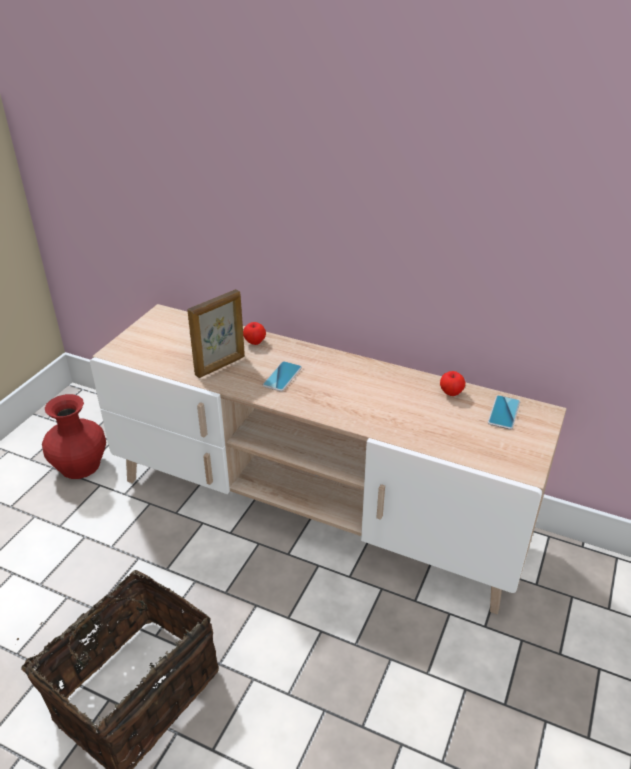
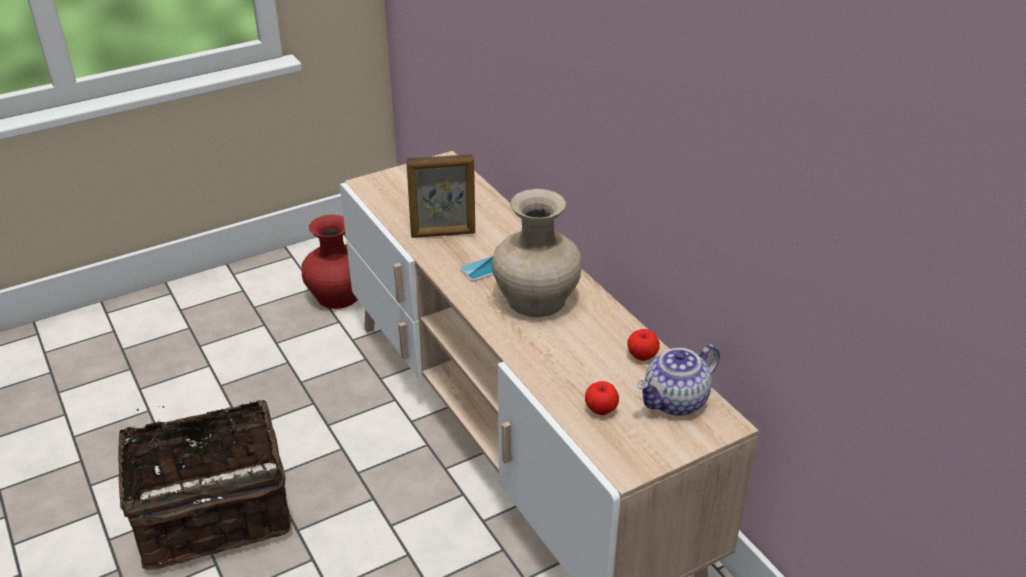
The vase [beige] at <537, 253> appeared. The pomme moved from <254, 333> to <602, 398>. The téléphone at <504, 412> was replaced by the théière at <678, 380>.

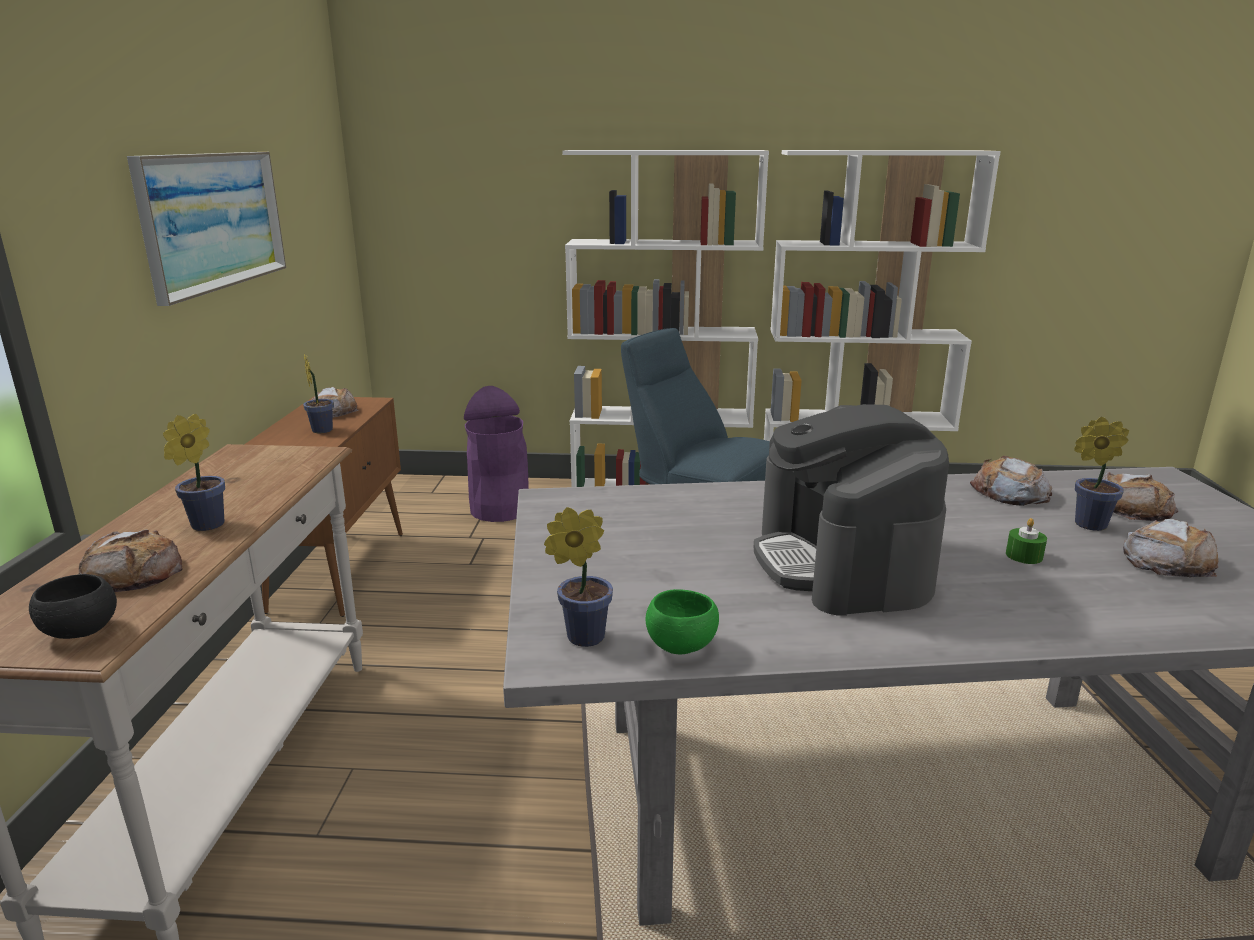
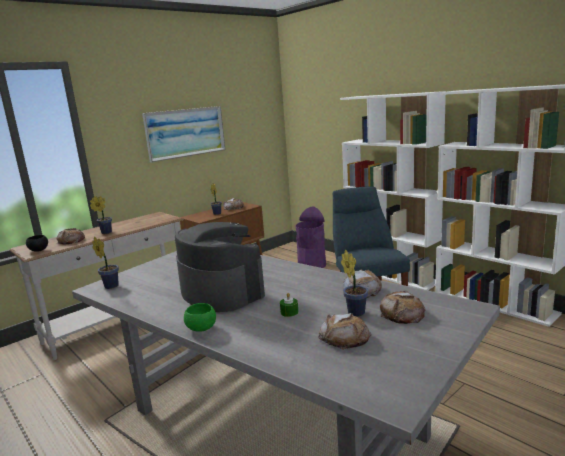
The machine à café at <851, 510> turned 105 degrees clockwise. The bol [vert] moved from <682, 621> to <200, 317>.

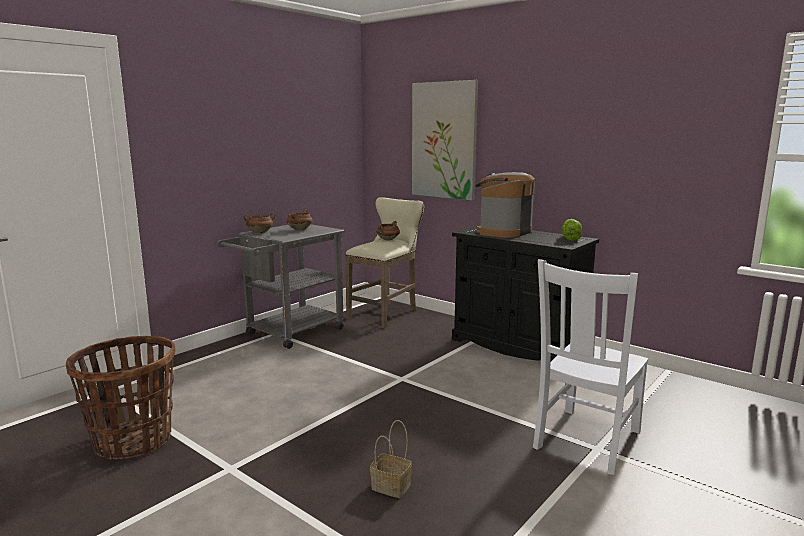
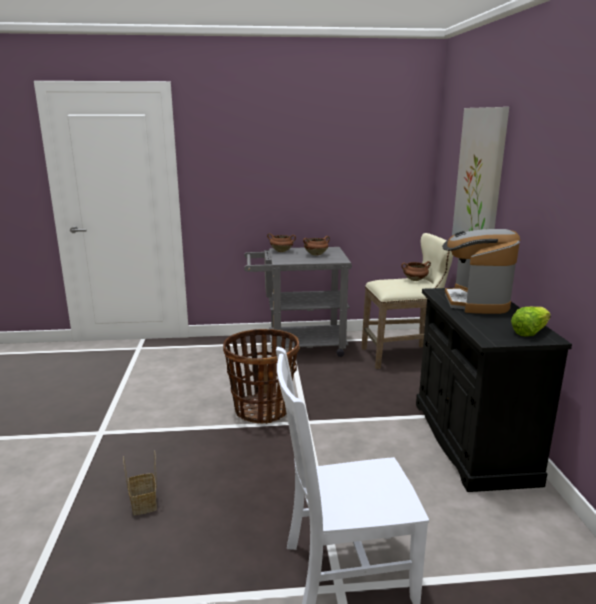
The panier moved from <120, 397> to <261, 376>. The machine à café at <505, 205> turned 75 degrees counterclockwise.

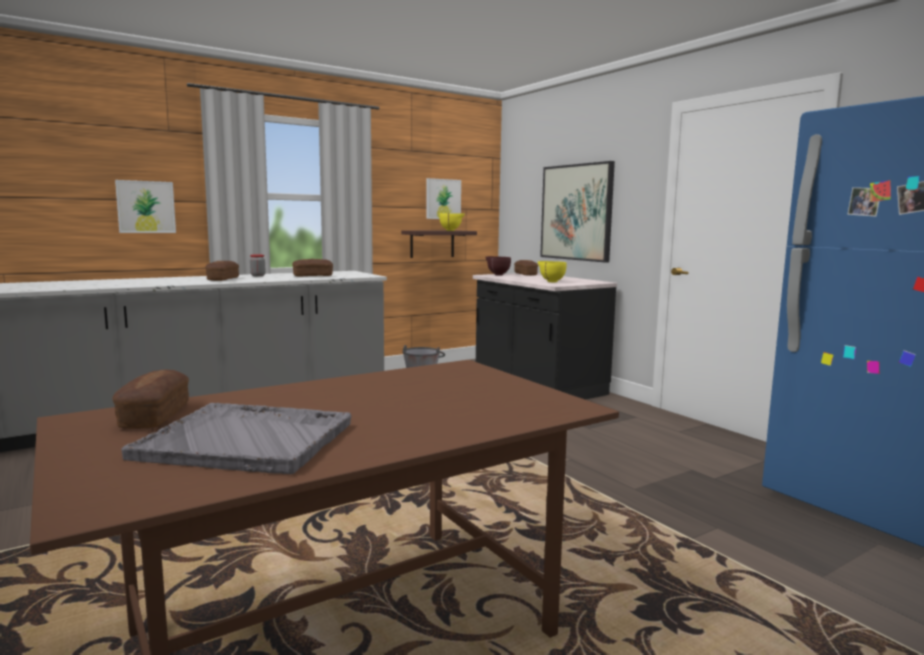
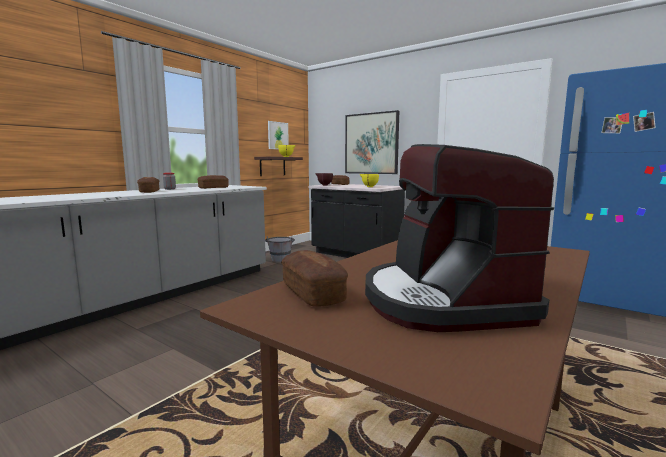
The plateau [gris] at <236, 439> was replaced by the machine à café at <459, 238>. The tableau at <145, 206> disappeared.

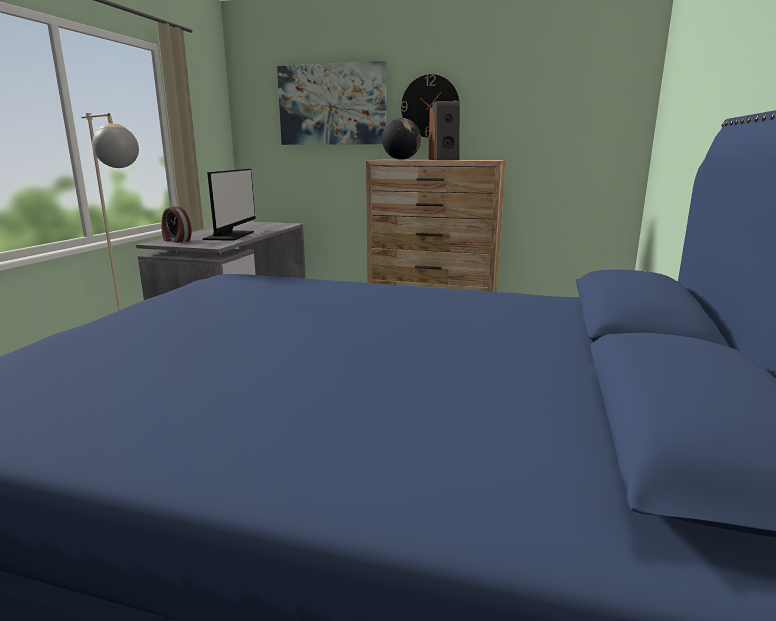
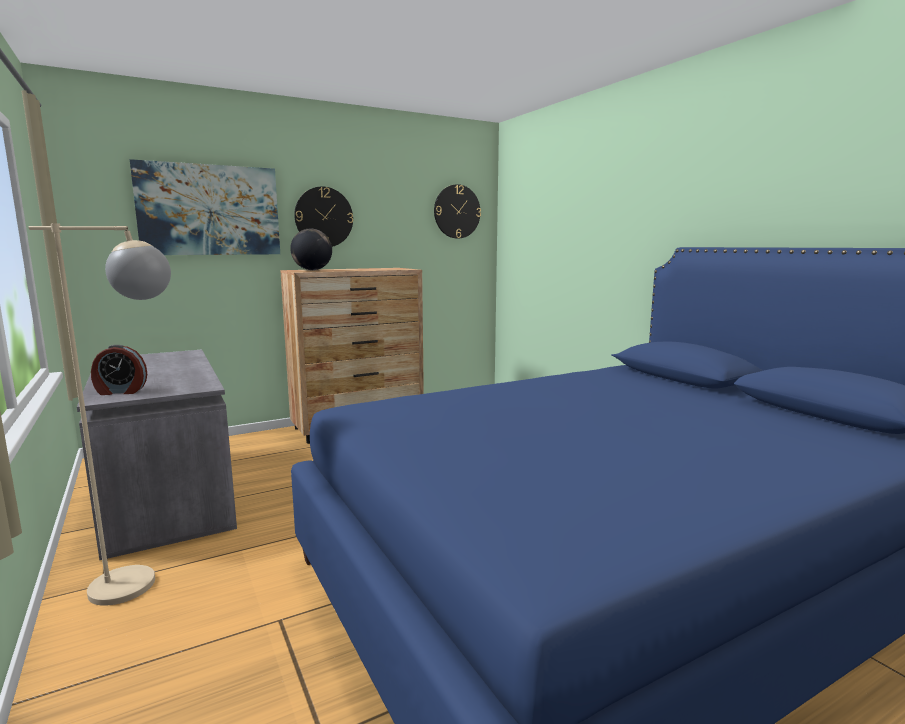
The horloge murale at <457, 211> appeared. The écran d'ordinateur at <229, 205> disappeared. The enceinte at <444, 130> disappeared.

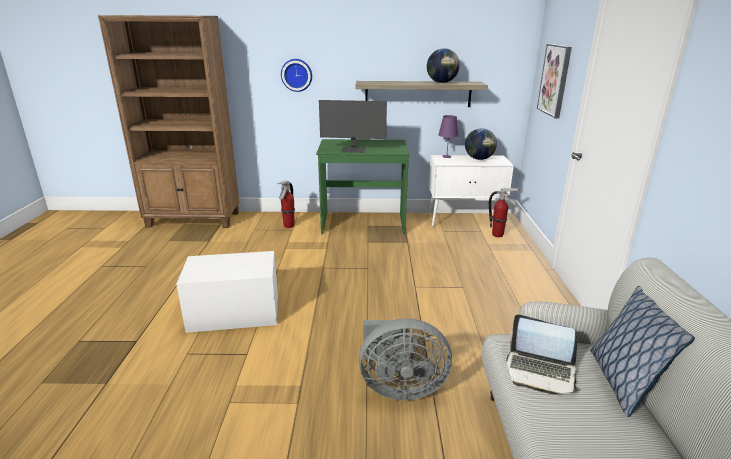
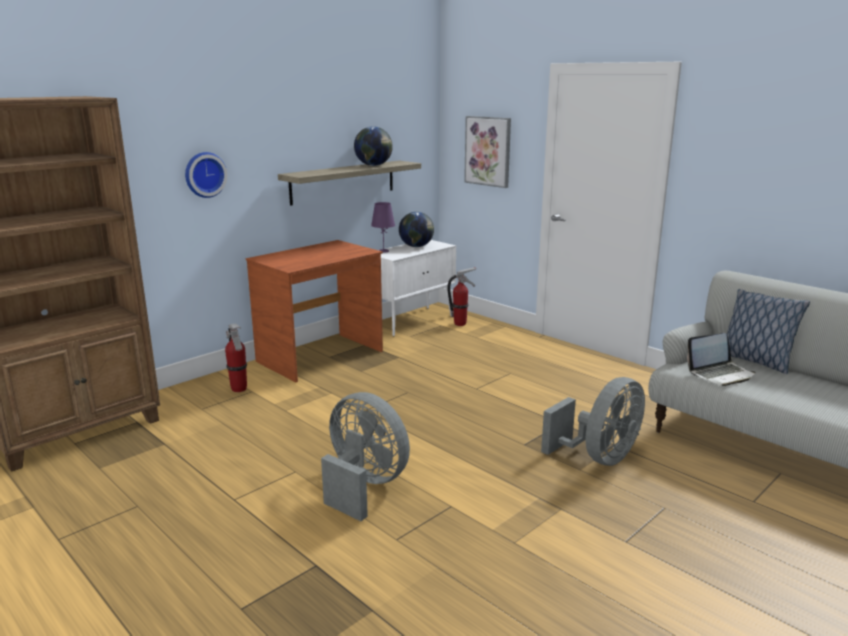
The bureau [vert] at <362, 187> became the bureau [marron] at <314, 311>. The boîte de rangement [blanc] at <227, 292> was replaced by the ventilateur [gris] at <365, 456>. The écran d'ordinateur at <353, 126> disappeared.

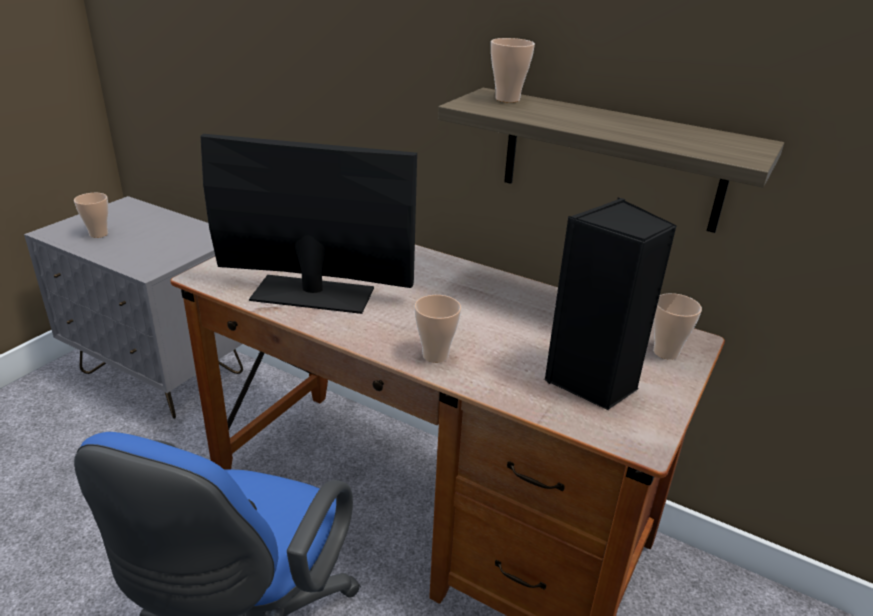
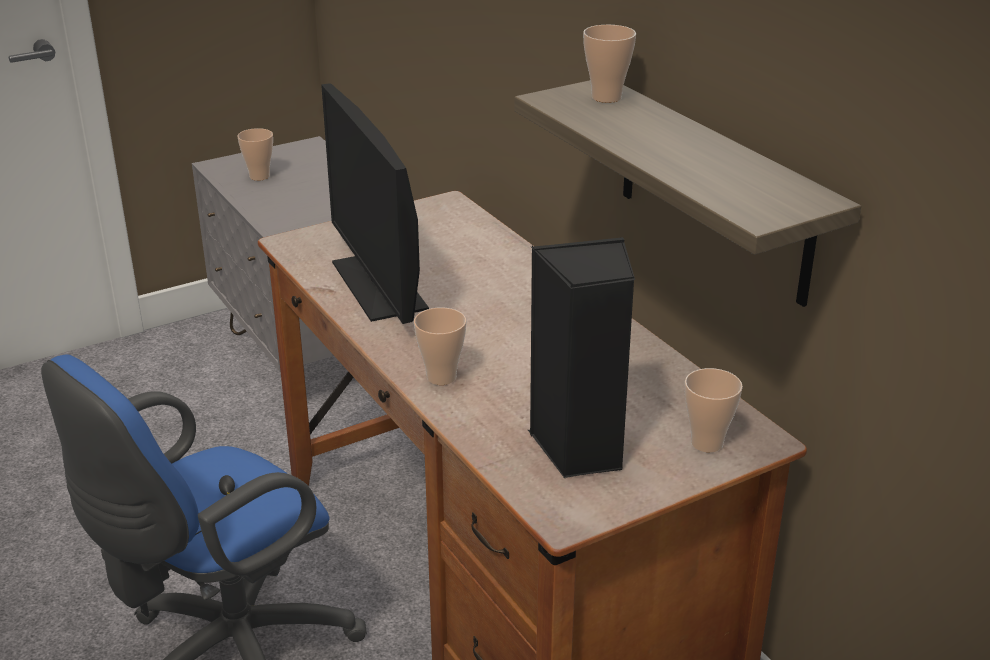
The écran d'ordinateur at <309, 224> turned 150 degrees counterclockwise.

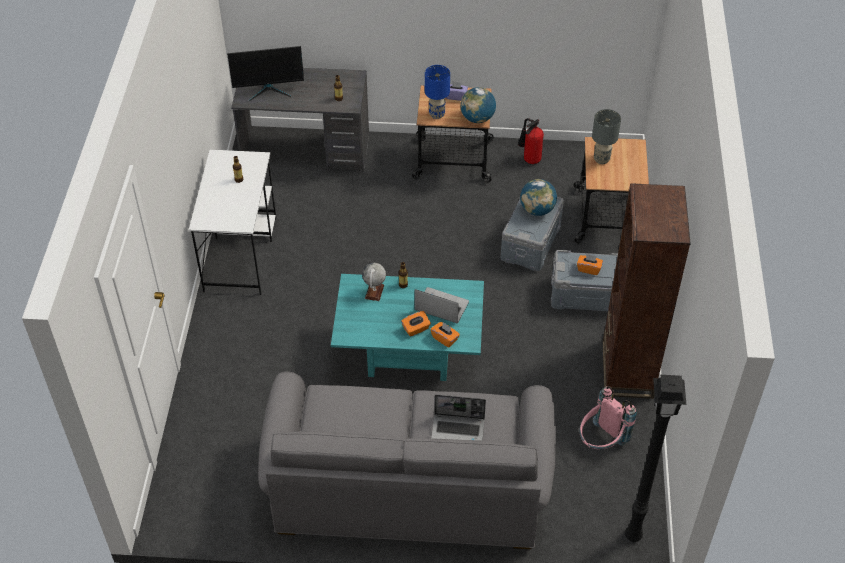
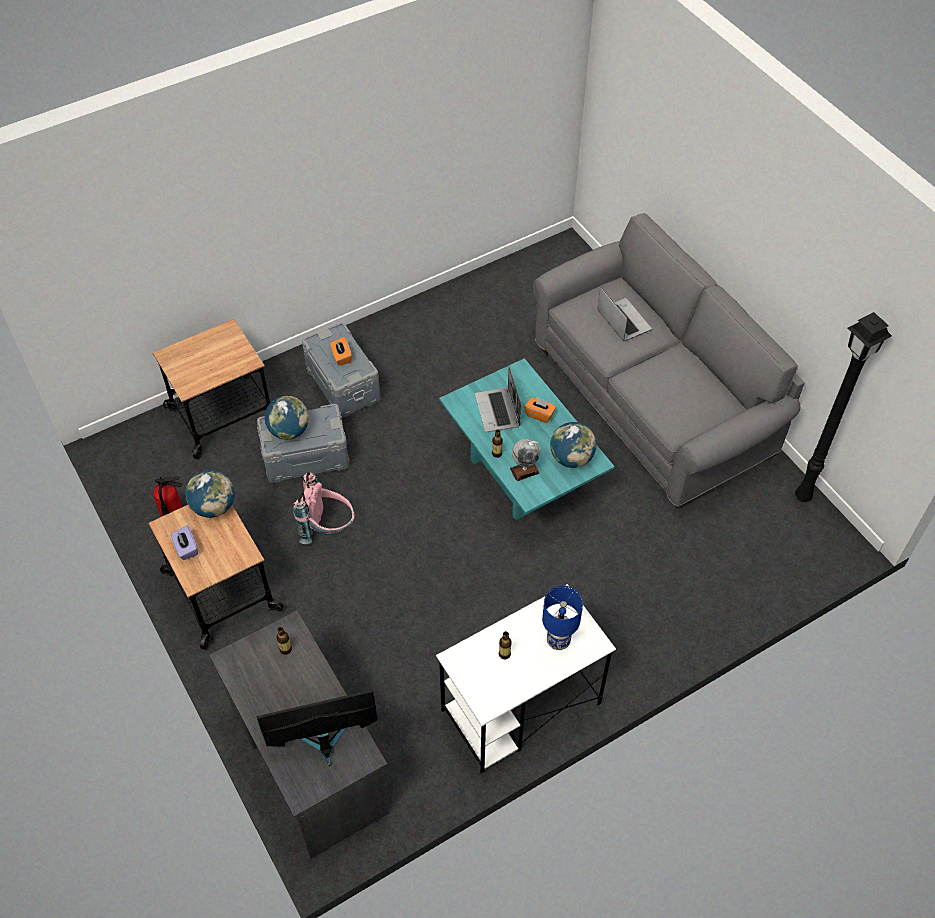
The écran d'ordinateur at <265, 73> turned 60 degrees counterclockwise. The sac à dos [rose] moved from <608, 418> to <324, 508>. The lampe de table [bleu] moved from <437, 92> to <562, 617>. The globe at <573, 445> appeared. The lampadaire [noir] moved from <655, 458> to <843, 407>. The boîte à mouchoirs [orange] at <445, 335> disappeared. The lampe de table [gris] at <606, 136> disappeared. The bibliothèque [marron] at <647, 291> disappeared.

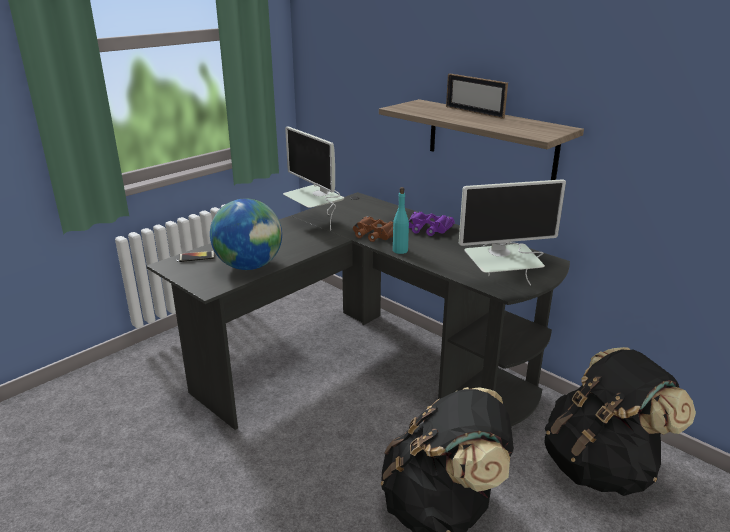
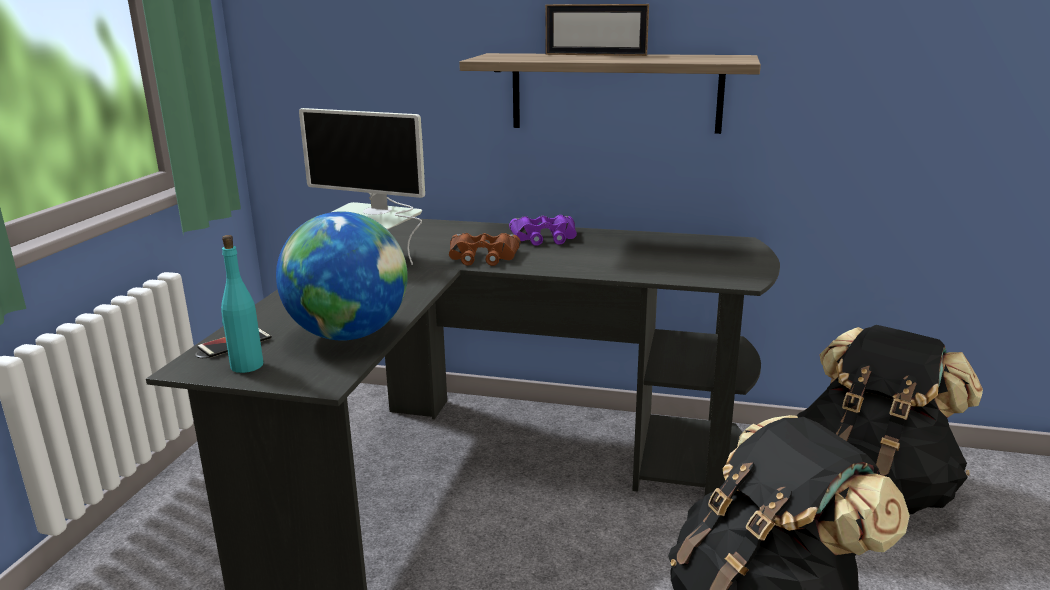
The bouteille [turquoise] moved from <401, 220> to <242, 304>. The écran d'ordinateur at <512, 232> disappeared.

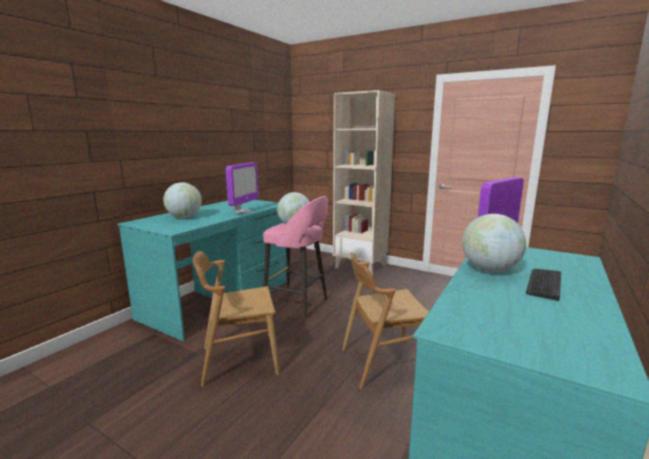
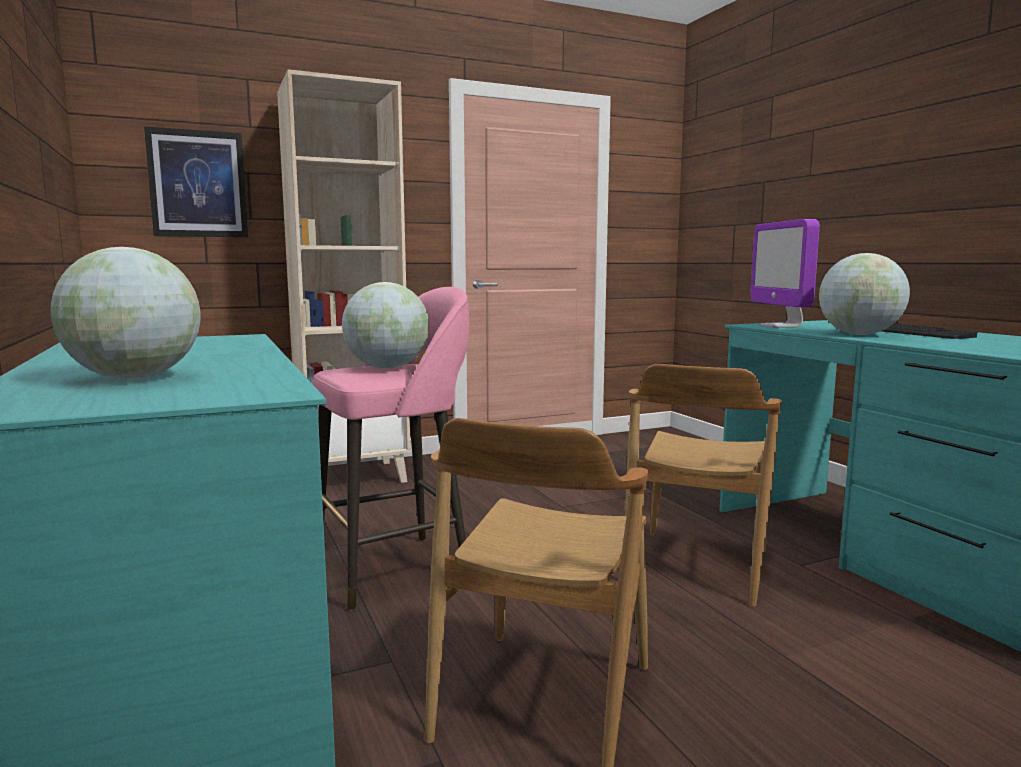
The tableau at <196, 181> appeared. The écran d'ordinateur at <242, 188> disappeared.

